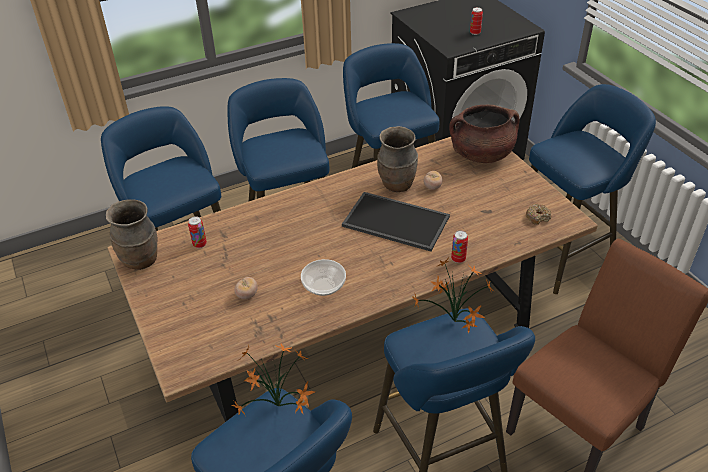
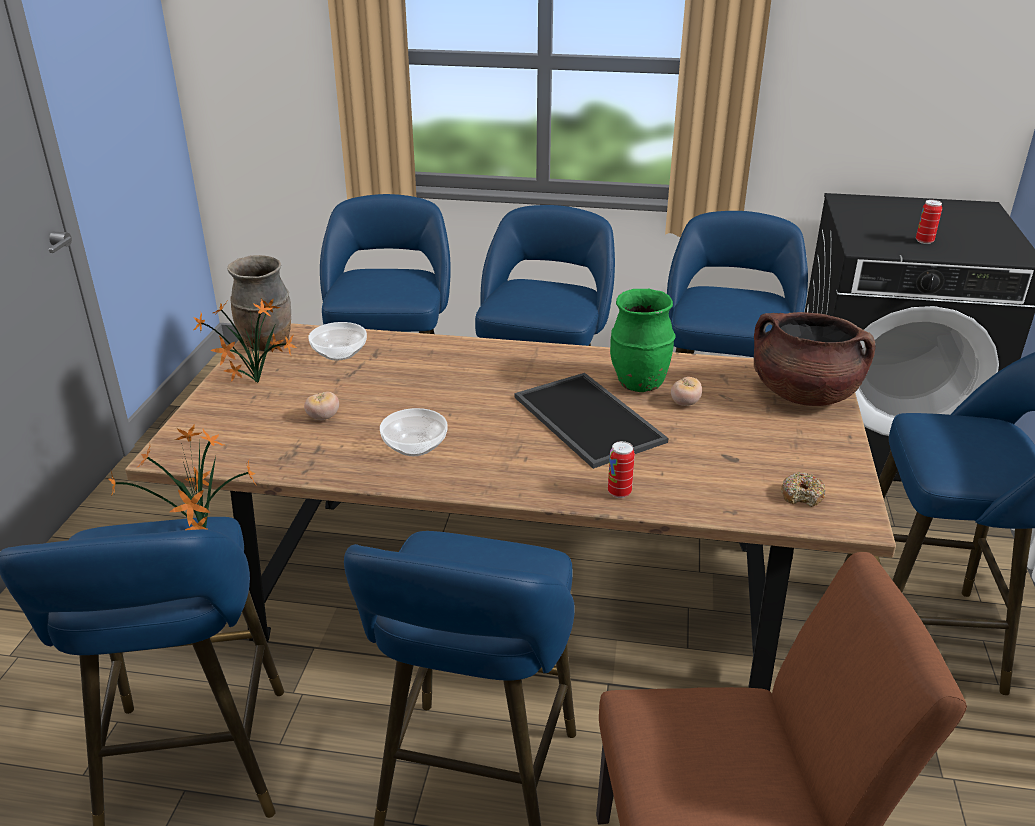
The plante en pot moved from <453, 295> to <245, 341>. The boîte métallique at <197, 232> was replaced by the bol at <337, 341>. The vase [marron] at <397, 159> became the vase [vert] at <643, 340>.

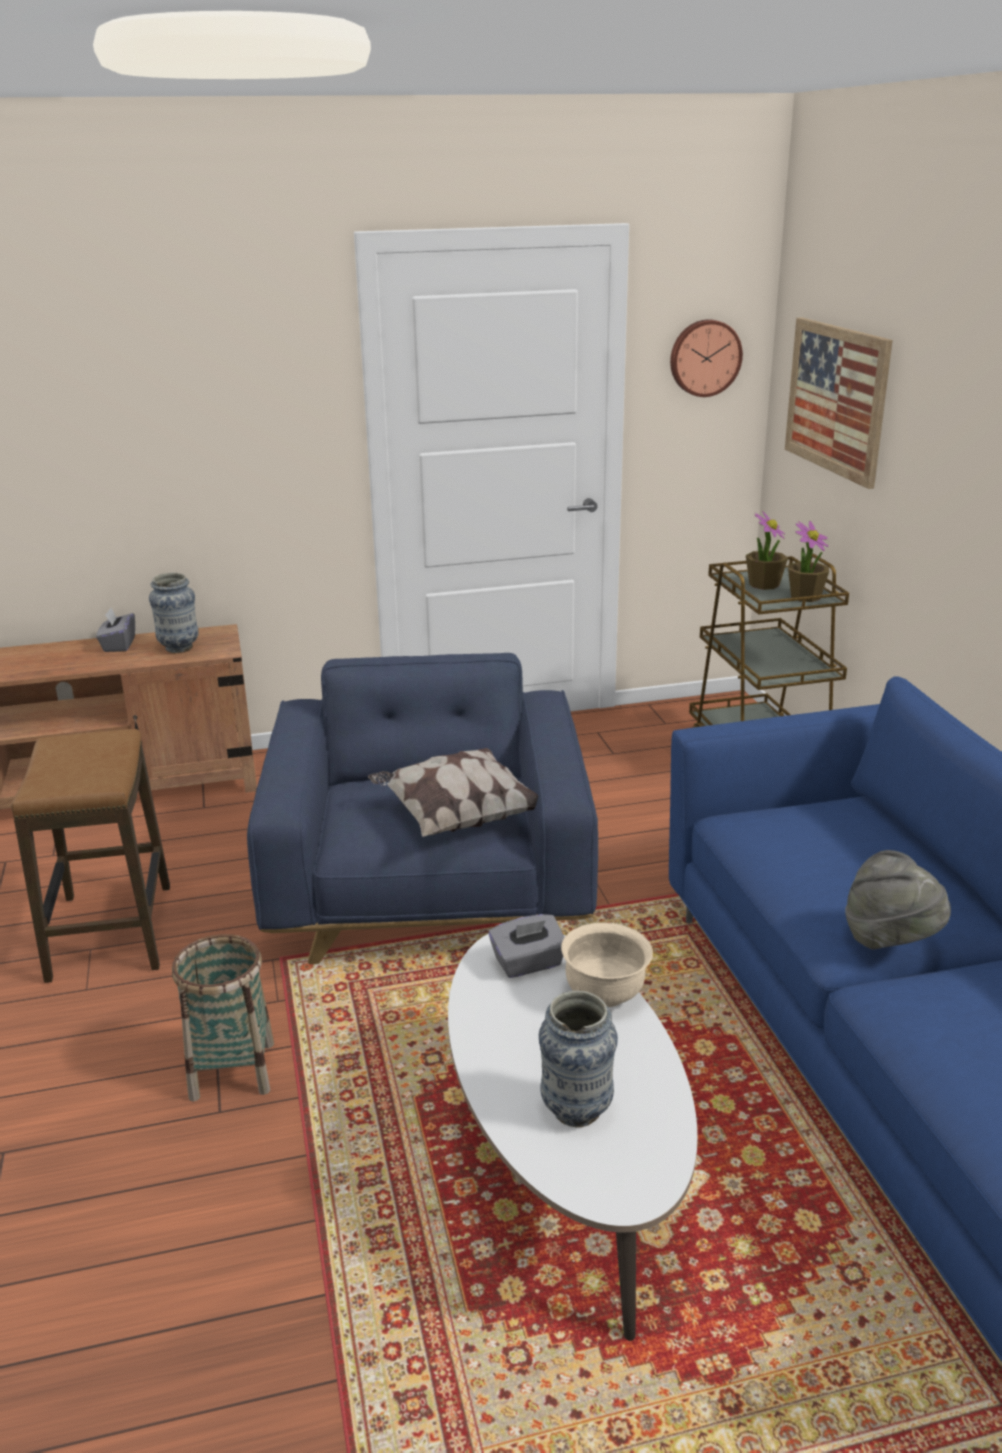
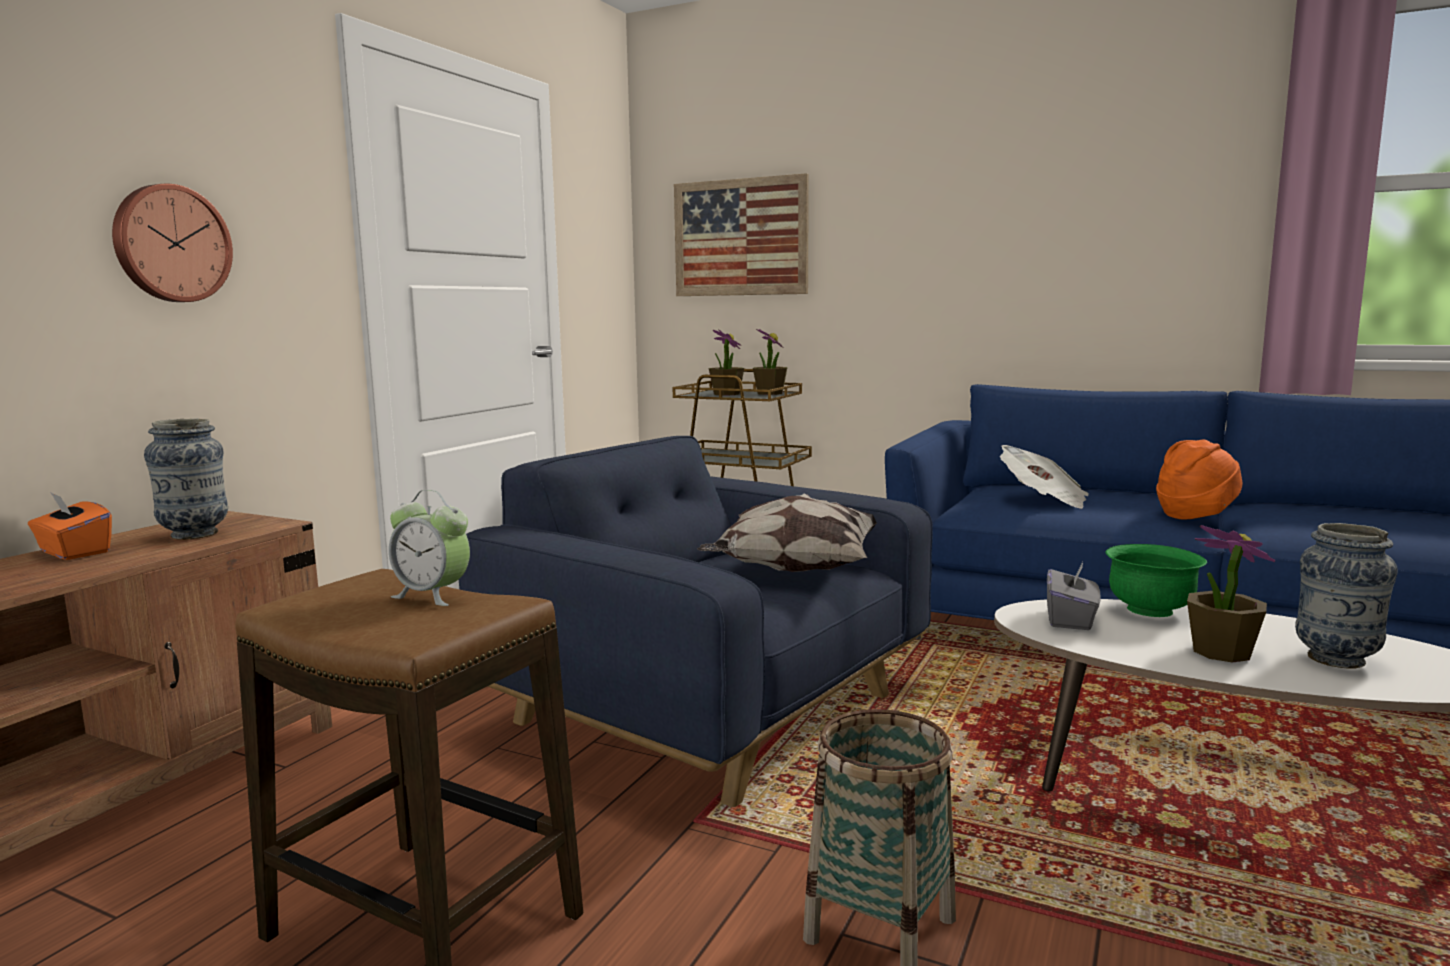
The boîte à mouchoirs [gris] at <115, 630> became the boîte à mouchoirs [orange] at <70, 526>. The horloge murale moved from <706, 358> to <172, 243>. The réveil at <429, 548> appeared. The journal at <1044, 477> appeared. The bol [beige] at <607, 964> became the bol [vert] at <1156, 580>. The chapeau [gris] at <898, 899> became the chapeau [orange] at <1199, 480>. The plante en pot at <1231, 594> appeared.

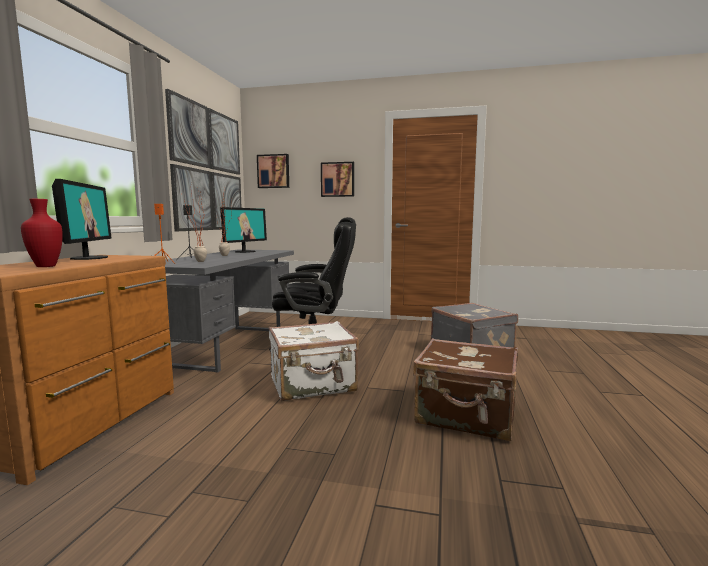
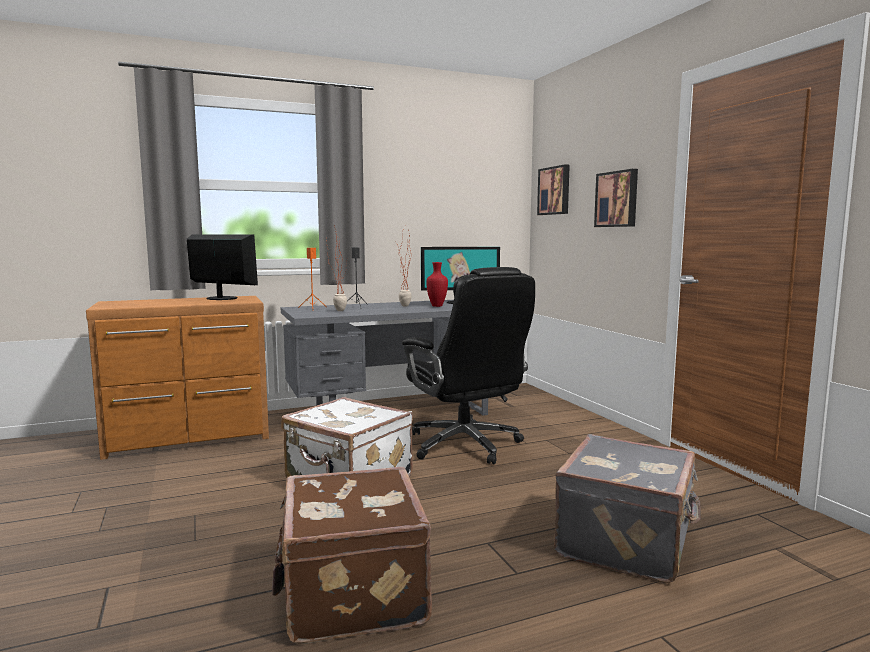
The écran d'ordinateur at <82, 219> turned 105 degrees counterclockwise. The vase [rouge] moved from <42, 233> to <437, 284>. The tableau at <203, 160> disappeared.

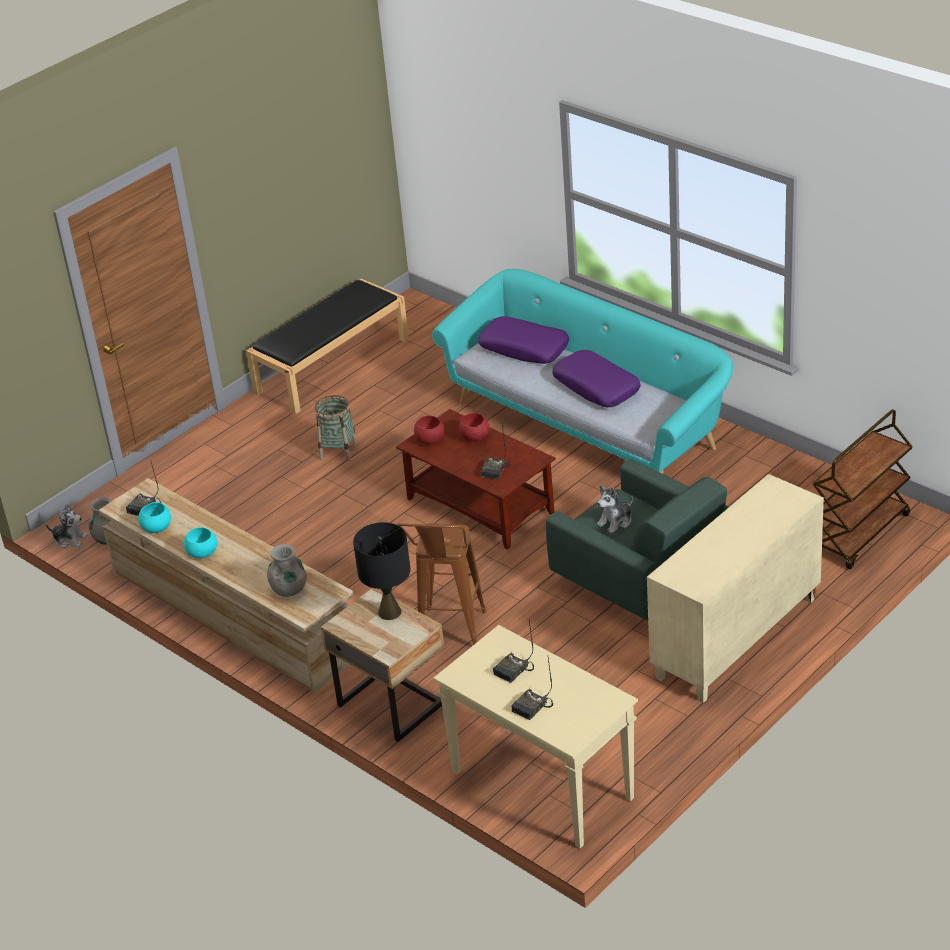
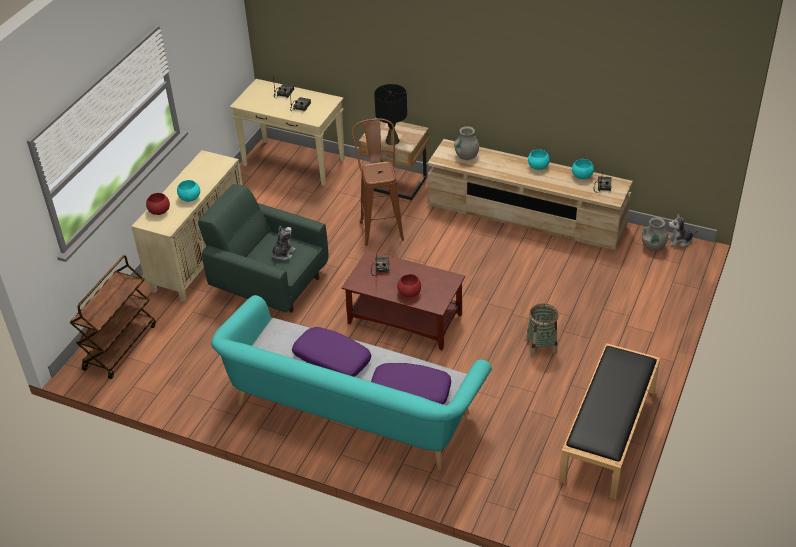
The bol [rouge] moved from <429, 430> to <158, 204>. The bol [turquoise] at <188, 191> appeared.

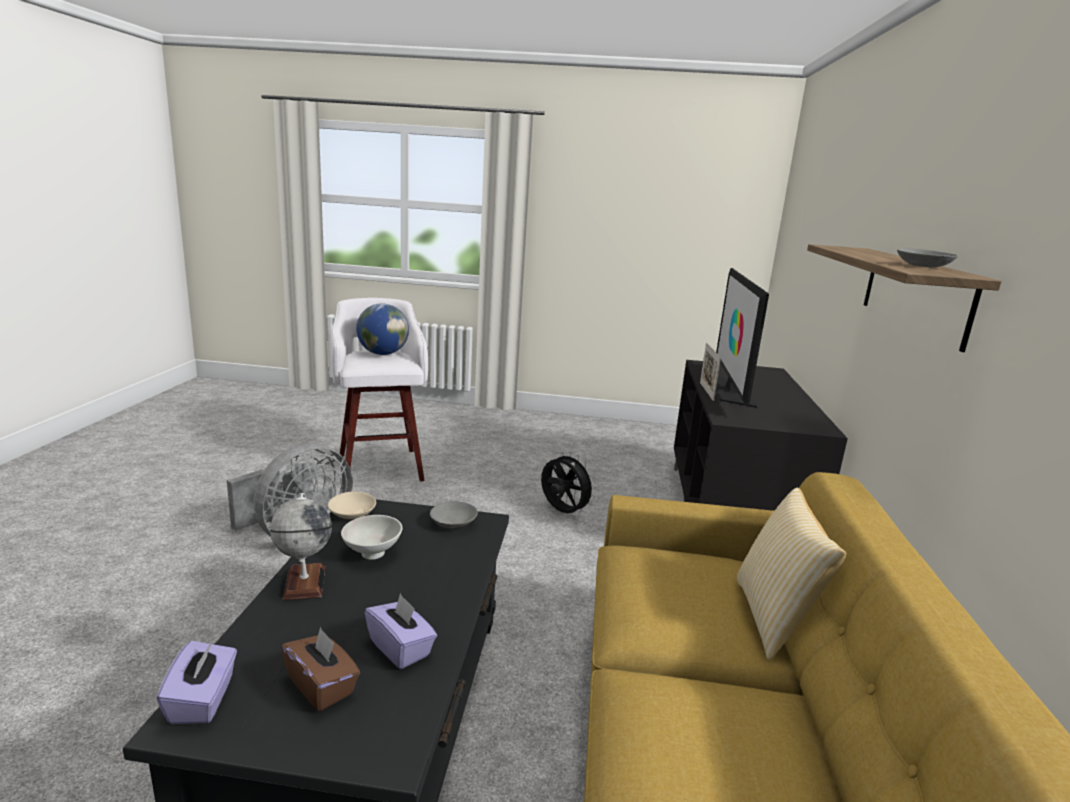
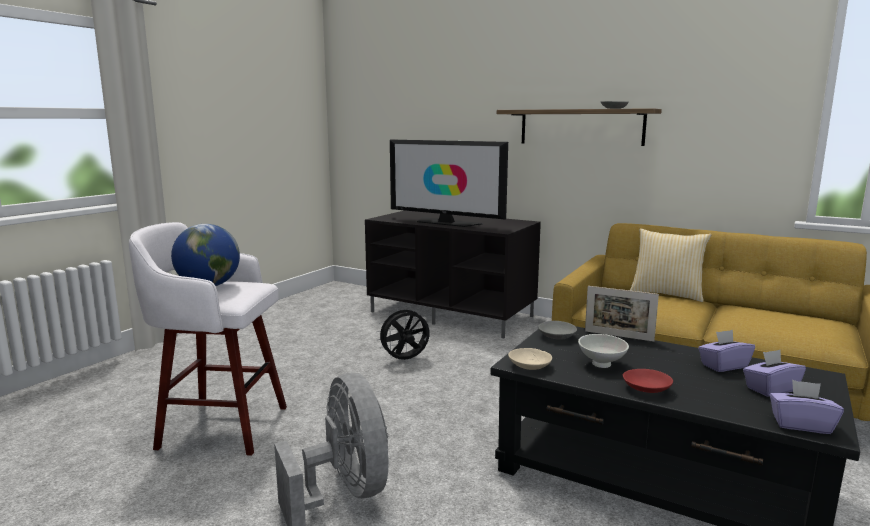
The cadre photo moved from <710, 372> to <622, 314>. The globe at <301, 546> was replaced by the bol [rouge] at <648, 381>. The boîte à mouchoirs [marron] at <320, 669> became the boîte à mouchoirs [violet] at <774, 373>.

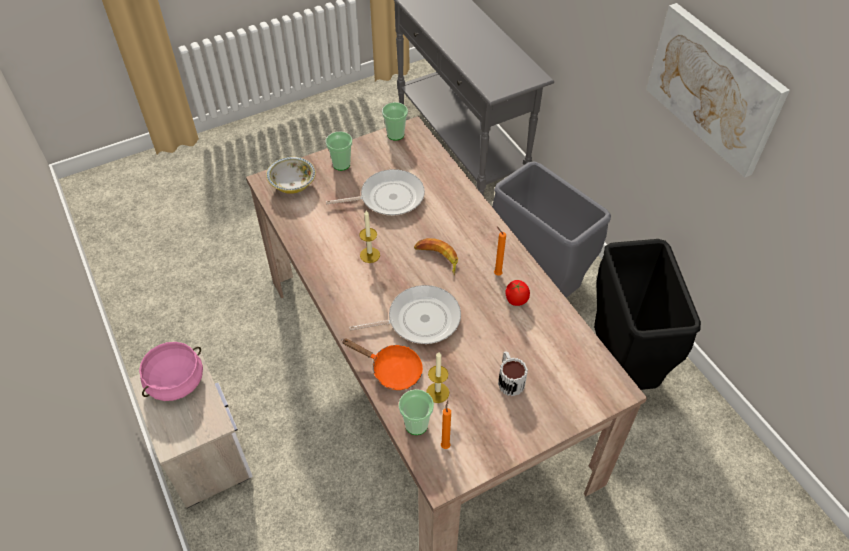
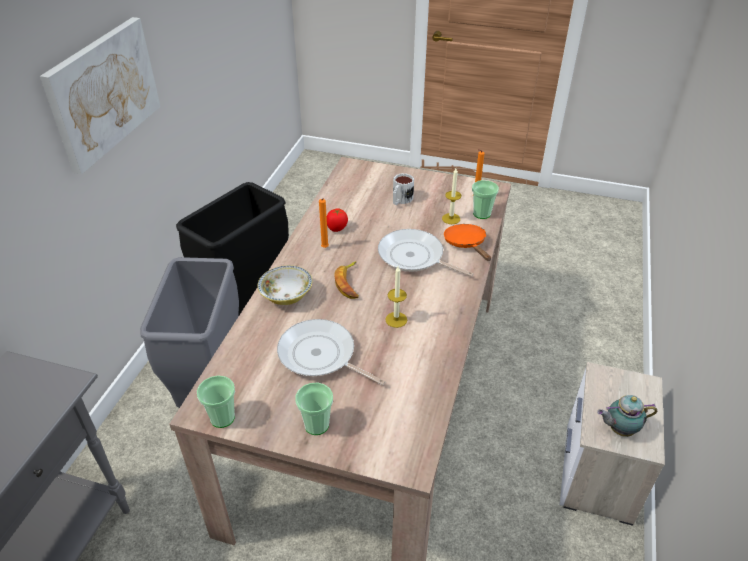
The bol moved from <291, 175> to <285, 285>. The marmite [rose] at <171, 371> was replaced by the théière at <627, 416>.

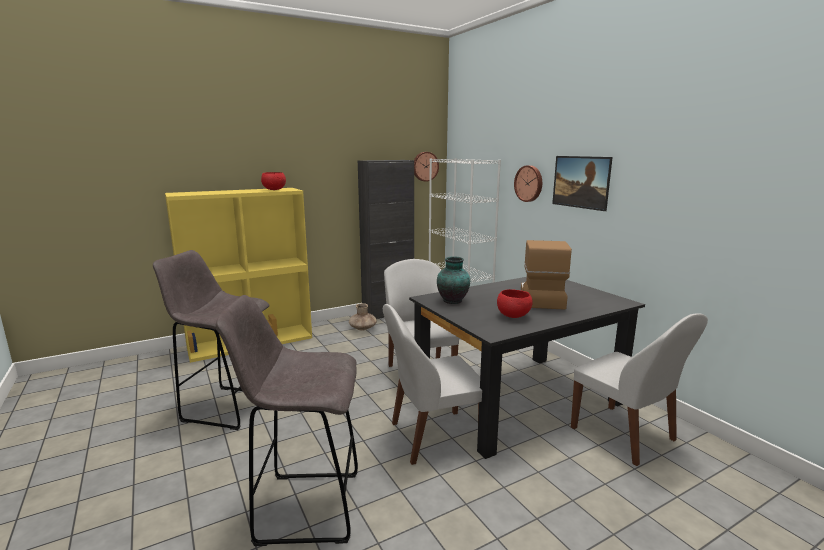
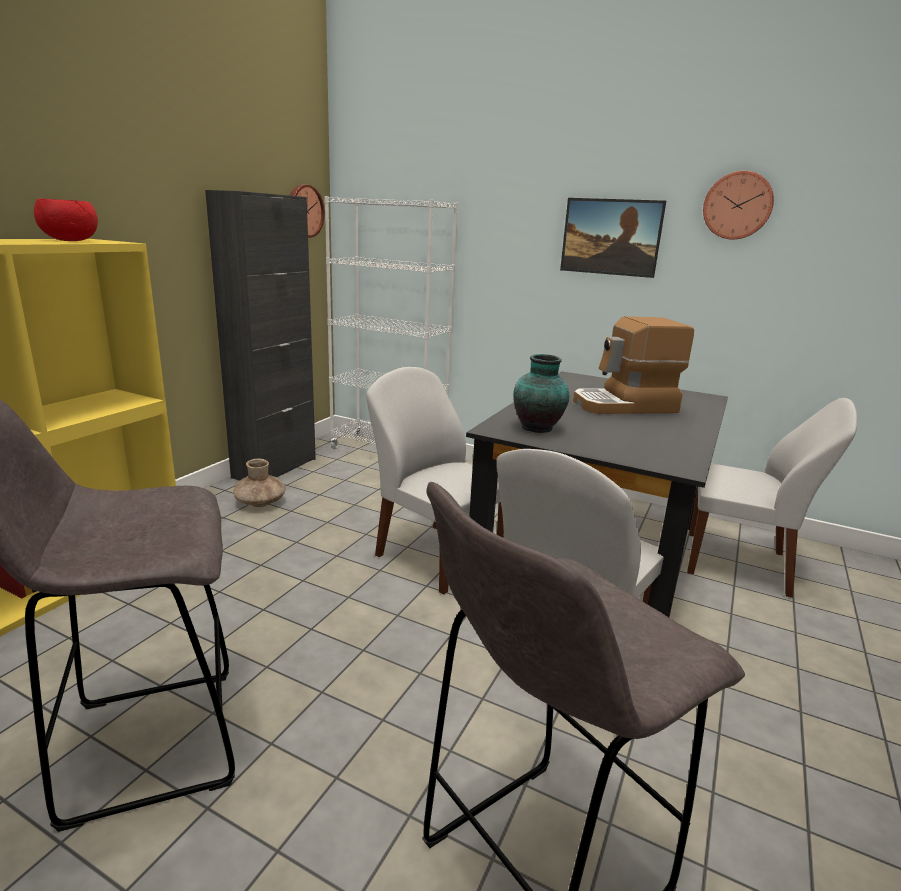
The machine à café at <546, 275> turned 75 degrees counterclockwise. The horloge murale moved from <528, 183> to <738, 205>. The bol [rouge] at <515, 303> disappeared.

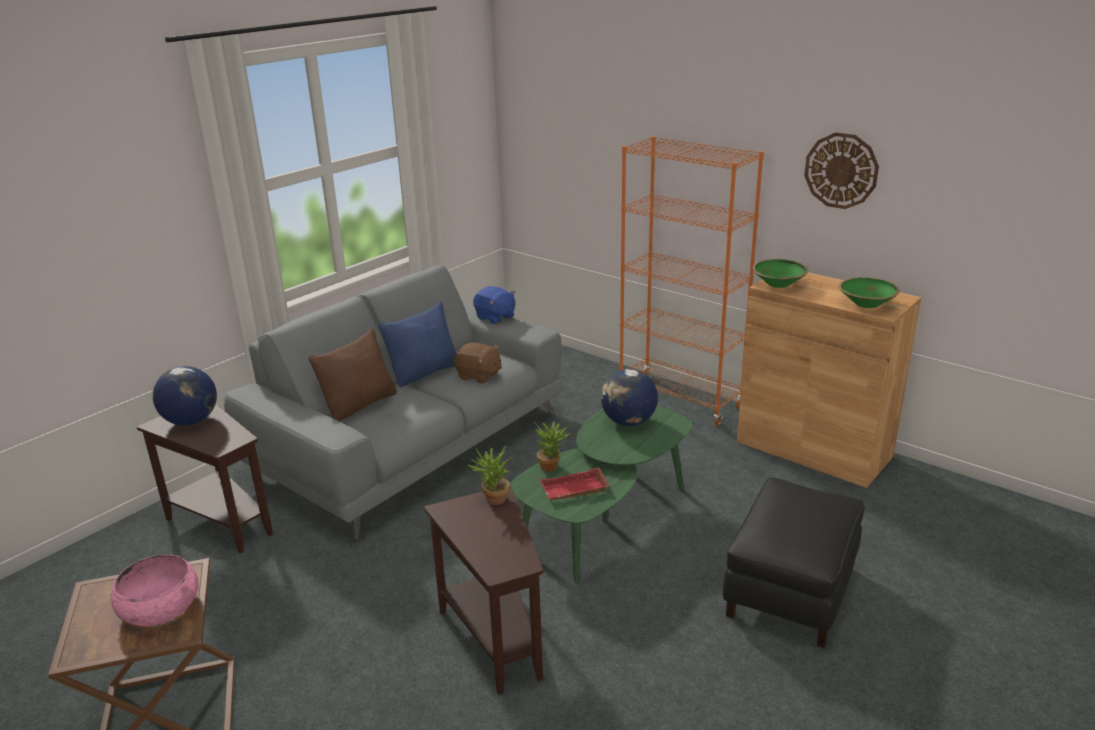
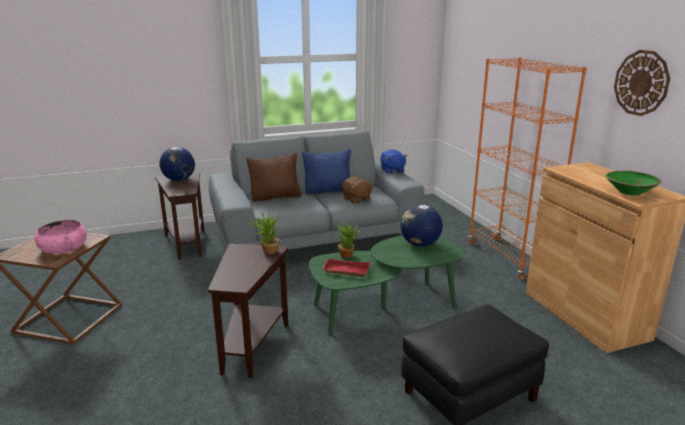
The bol [vert] at <781, 273> disappeared.

